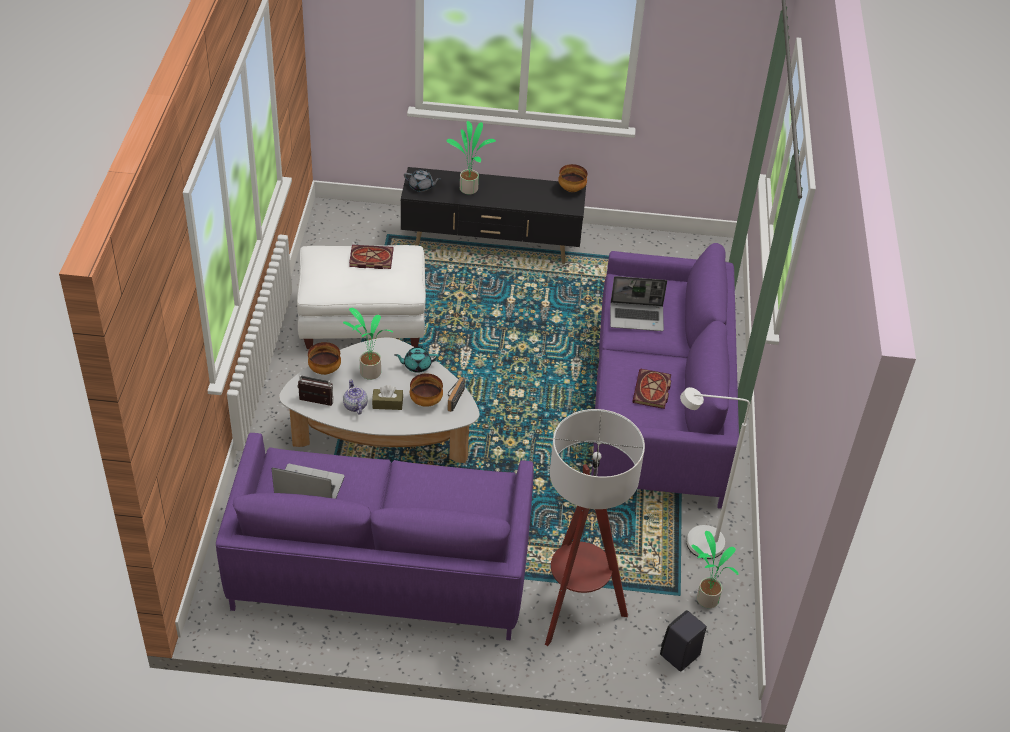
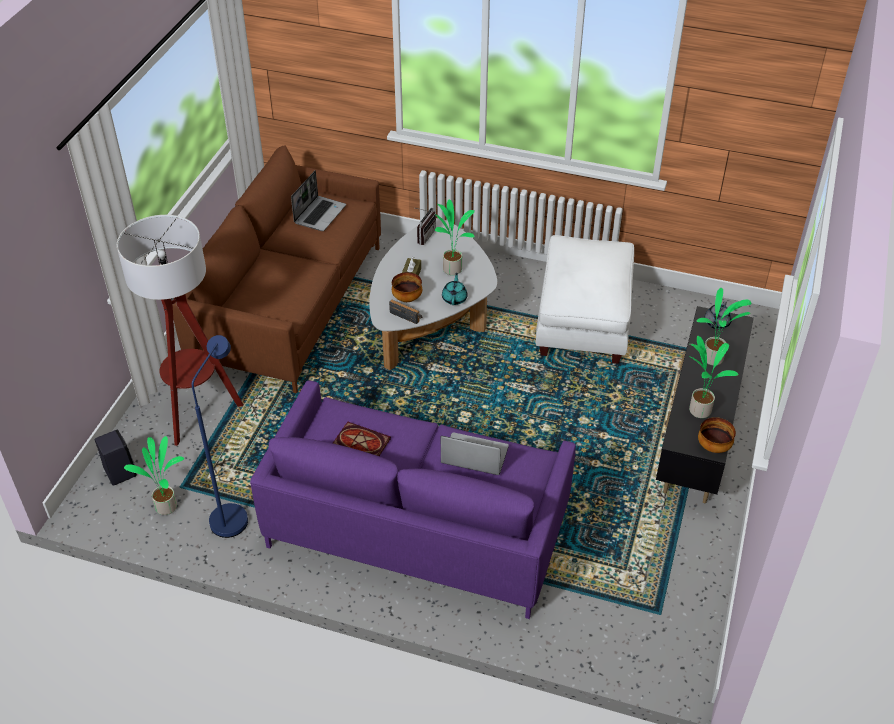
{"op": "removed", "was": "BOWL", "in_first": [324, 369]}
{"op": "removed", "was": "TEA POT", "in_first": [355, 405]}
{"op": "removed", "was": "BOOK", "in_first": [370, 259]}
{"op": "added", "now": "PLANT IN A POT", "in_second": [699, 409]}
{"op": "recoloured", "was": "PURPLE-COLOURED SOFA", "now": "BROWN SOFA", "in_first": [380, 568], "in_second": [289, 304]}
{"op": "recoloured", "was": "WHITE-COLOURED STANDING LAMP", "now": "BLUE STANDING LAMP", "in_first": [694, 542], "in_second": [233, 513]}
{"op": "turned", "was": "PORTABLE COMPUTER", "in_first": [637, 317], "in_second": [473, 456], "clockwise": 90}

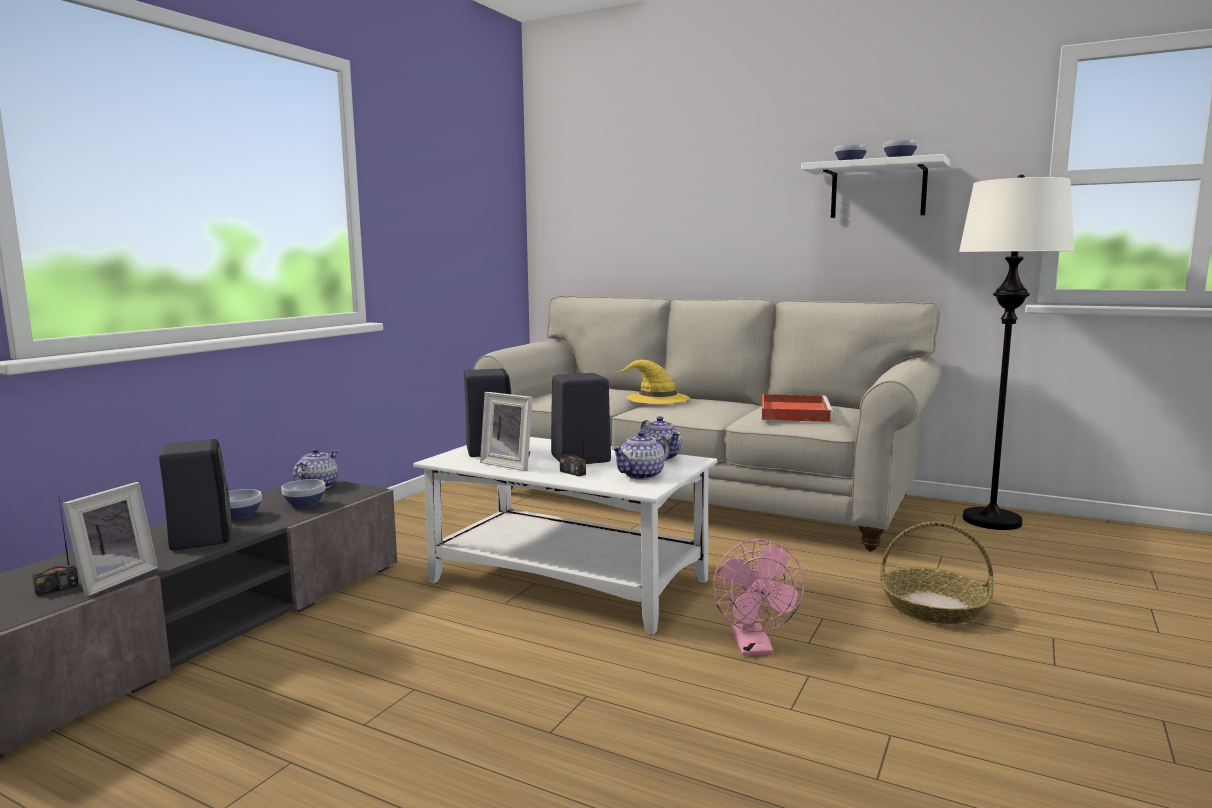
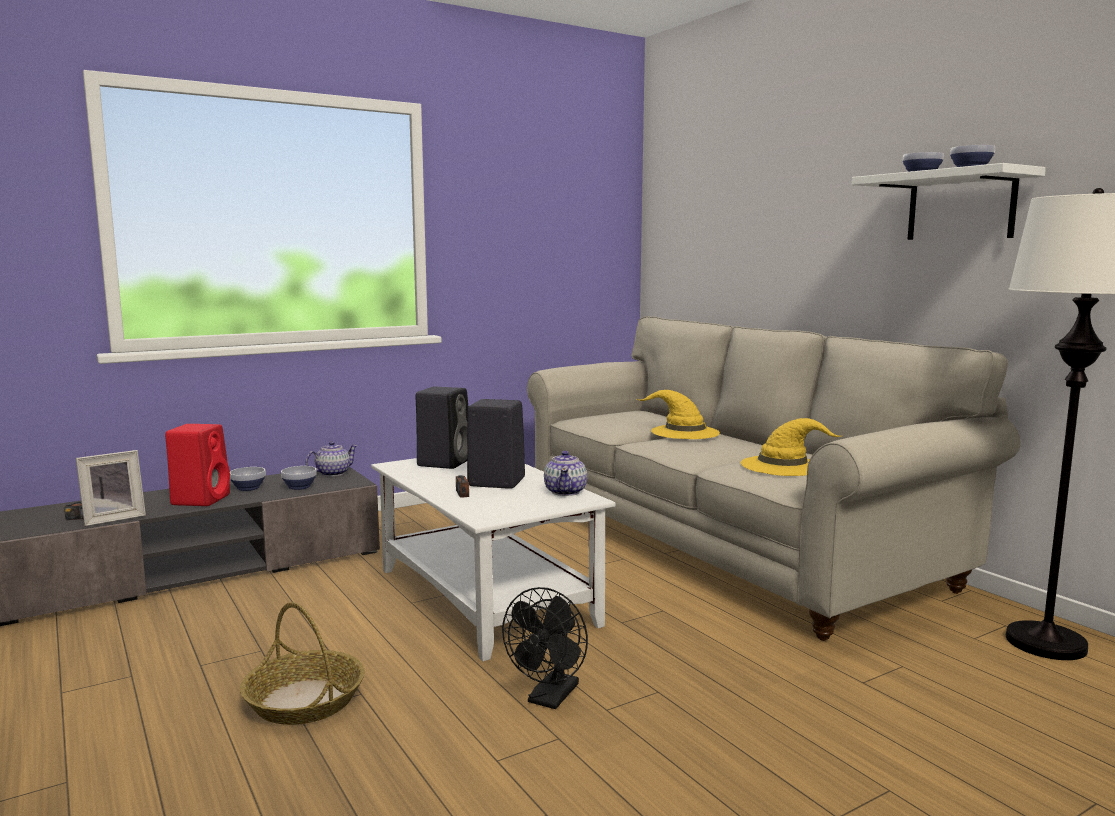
{"op": "removed", "was": "PICTURE FRAME", "in_first": [510, 464]}
{"op": "removed", "was": "TEA POT", "in_first": [642, 475]}
{"op": "moved", "was": "STORAGE BASKET", "in_first": [933, 607], "in_second": [305, 701]}
{"op": "replaced", "was": "RED-COLOURED TRAY", "now": "YELLOW-COLOURED HAT", "in_first": [793, 412], "in_second": [784, 465]}
{"op": "recoloured", "was": "BLACK-COLOURED AUDIO SPEAKER", "now": "RED-COLOURED AUDIO SPEAKER", "in_first": [200, 538], "in_second": [201, 499]}
{"op": "recoloured", "was": "PINK-COLOURED COOLING FAN", "now": "BLACK-COLOURED COOLING FAN", "in_first": [754, 648], "in_second": [550, 698]}

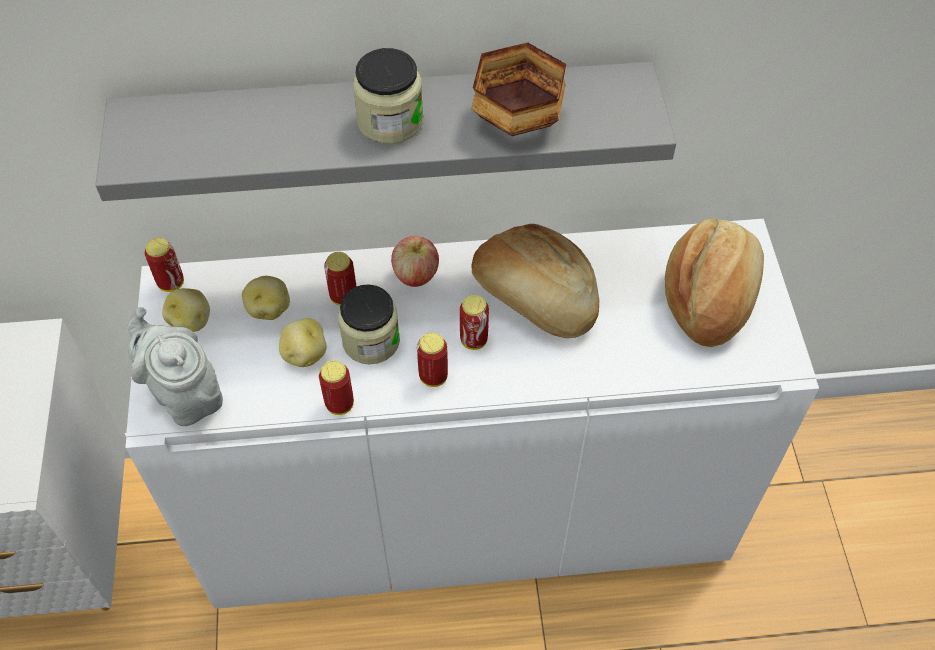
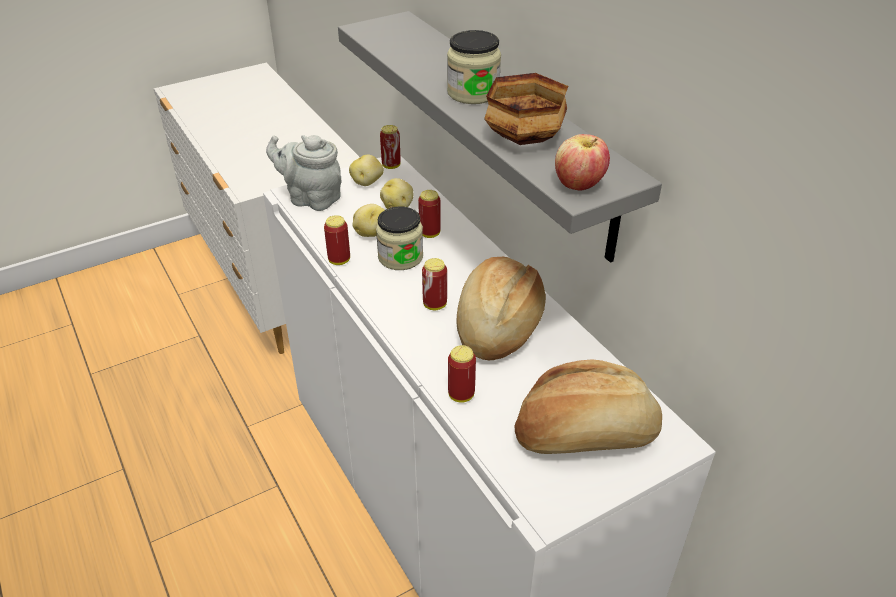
{"op": "moved", "was": "WHOLE APPLE", "in_first": [416, 276], "in_second": [579, 185]}
{"op": "moved", "was": "SEALED CAN", "in_first": [433, 377], "in_second": [461, 395]}
{"op": "turned", "was": "GREY TEA POT", "in_first": [185, 394], "in_second": [311, 198], "clockwise": -90}

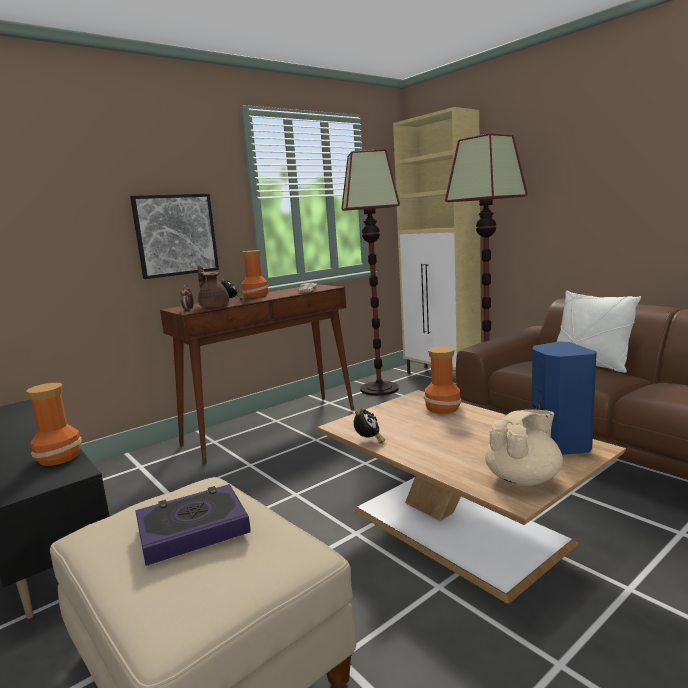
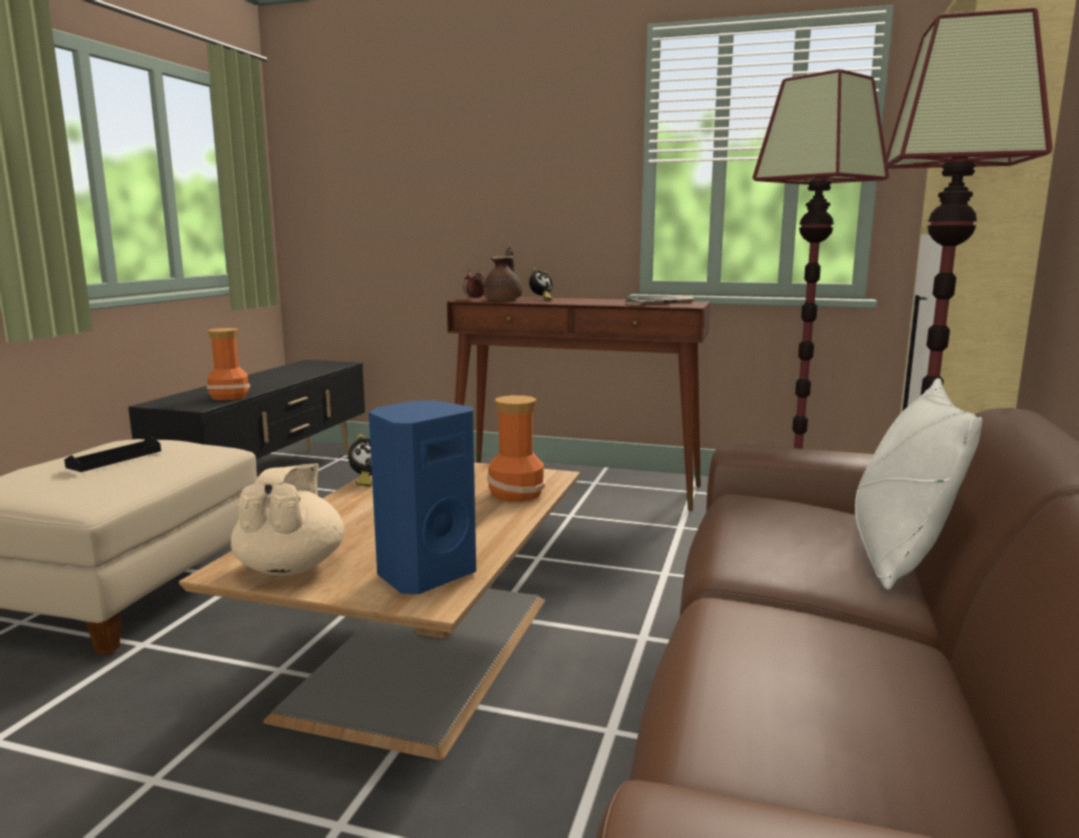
{"op": "removed", "was": "WALL ART", "in_first": [176, 235]}
{"op": "removed", "was": "FLOWER VASE", "in_first": [256, 295]}
{"op": "replaced", "was": "BOOK", "now": "BLACK-COLOURED TRAY", "in_first": [193, 529], "in_second": [115, 459]}
{"op": "turned", "was": "BEIGE TEA POT", "in_first": [523, 479], "in_second": [291, 566], "clockwise": -105}

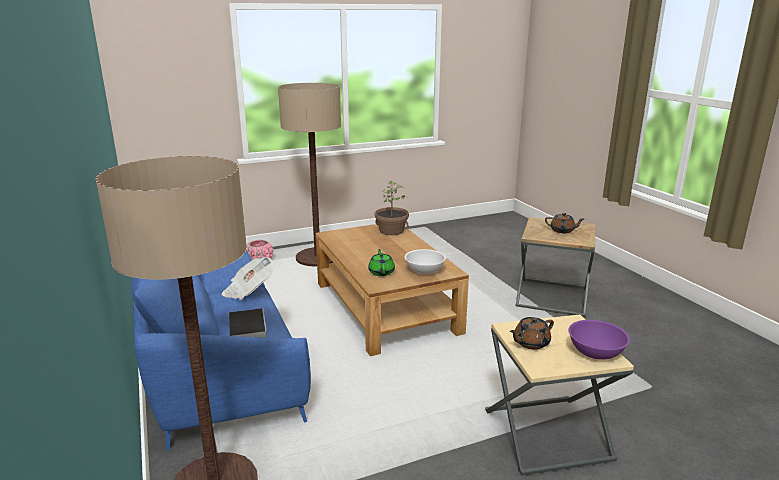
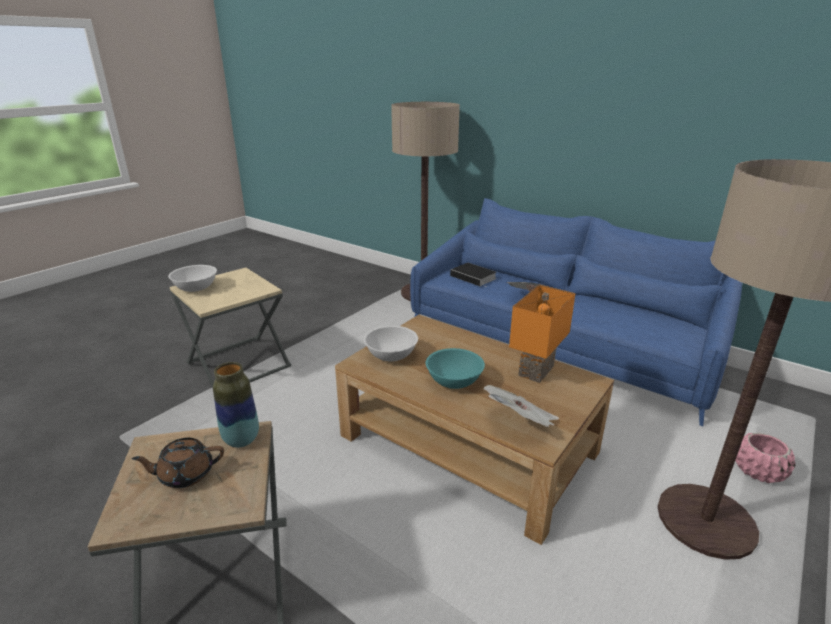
{"op": "removed", "was": "GREENISH TEA POT", "in_first": [381, 272]}
{"op": "removed", "was": "BROWN TEA POT", "in_first": [530, 343]}
{"op": "added", "now": "FLOWER VASE", "in_second": [241, 440]}
{"op": "added", "now": "TURQUOISE BOWL", "in_second": [454, 381]}
{"op": "added", "now": "ORANGE TABLETOP LAMP", "in_second": [537, 371]}
{"op": "replaced", "was": "PLANT IN A POT", "now": "PRINTED PAPER", "in_first": [391, 231], "in_second": [521, 422]}
{"op": "recoloured", "was": "PURPLE-COLOURED BOWL", "now": "WHITE-COLOURED BOWL", "in_first": [595, 352], "in_second": [196, 288]}

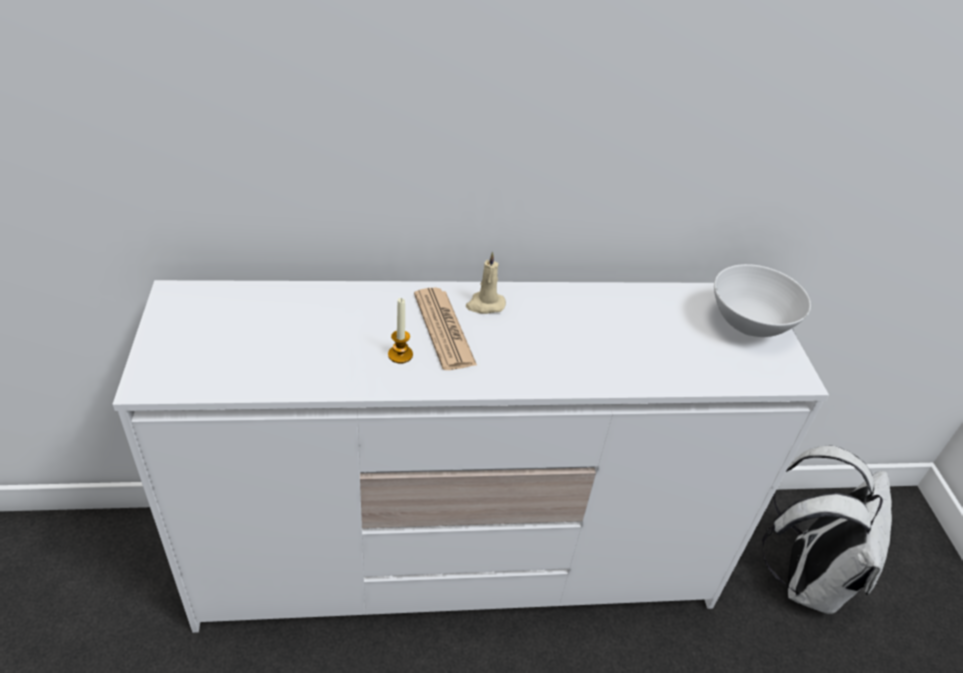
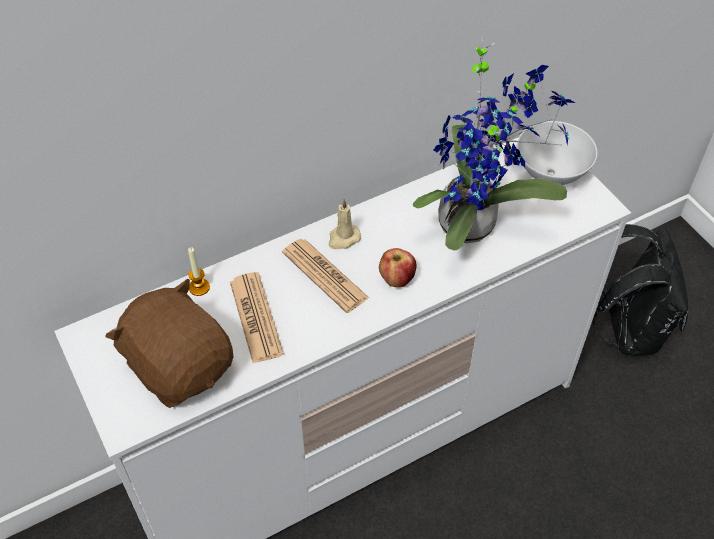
{"op": "added", "now": "BROWN CUDDLY TOY", "in_second": [180, 366]}
{"op": "added", "now": "PRINTED PAPER", "in_second": [256, 317]}
{"op": "added", "now": "WHOLE APPLE", "in_second": [397, 279]}
{"op": "added", "now": "PLANT IN A POT", "in_second": [474, 224]}
{"op": "moved", "was": "WAX LIGHT", "in_first": [400, 355], "in_second": [199, 287]}
{"op": "recoloured", "was": "WHITE-COLOURED RUCKSACK", "now": "BLACK-COLOURED RUCKSACK", "in_first": [805, 576], "in_second": [626, 330]}

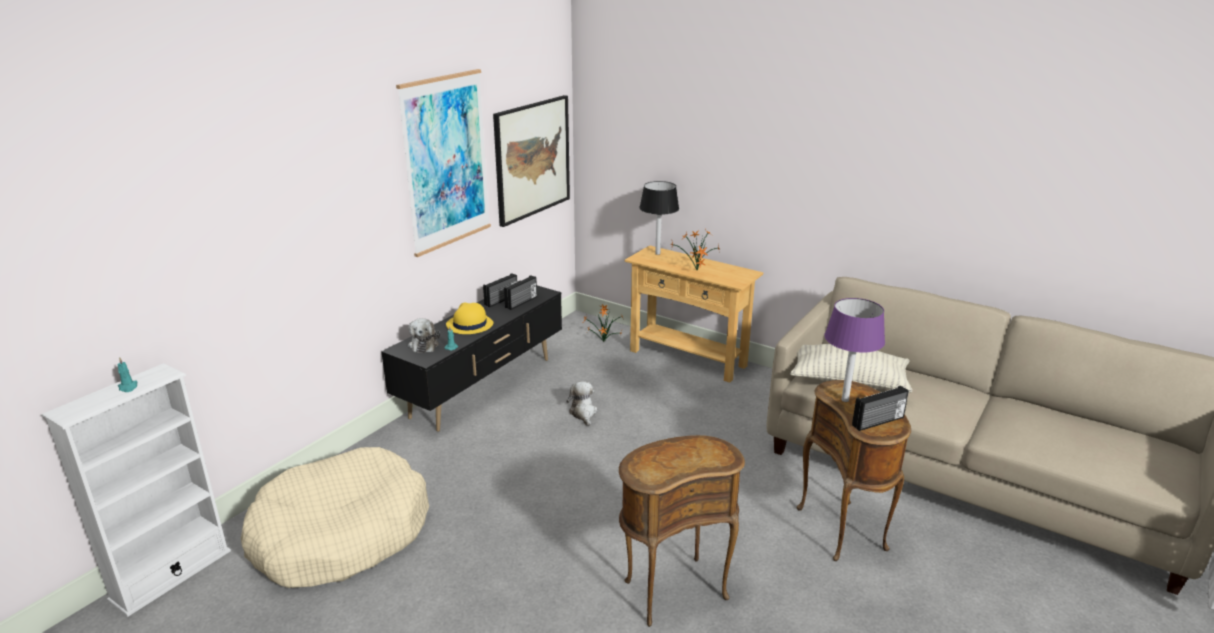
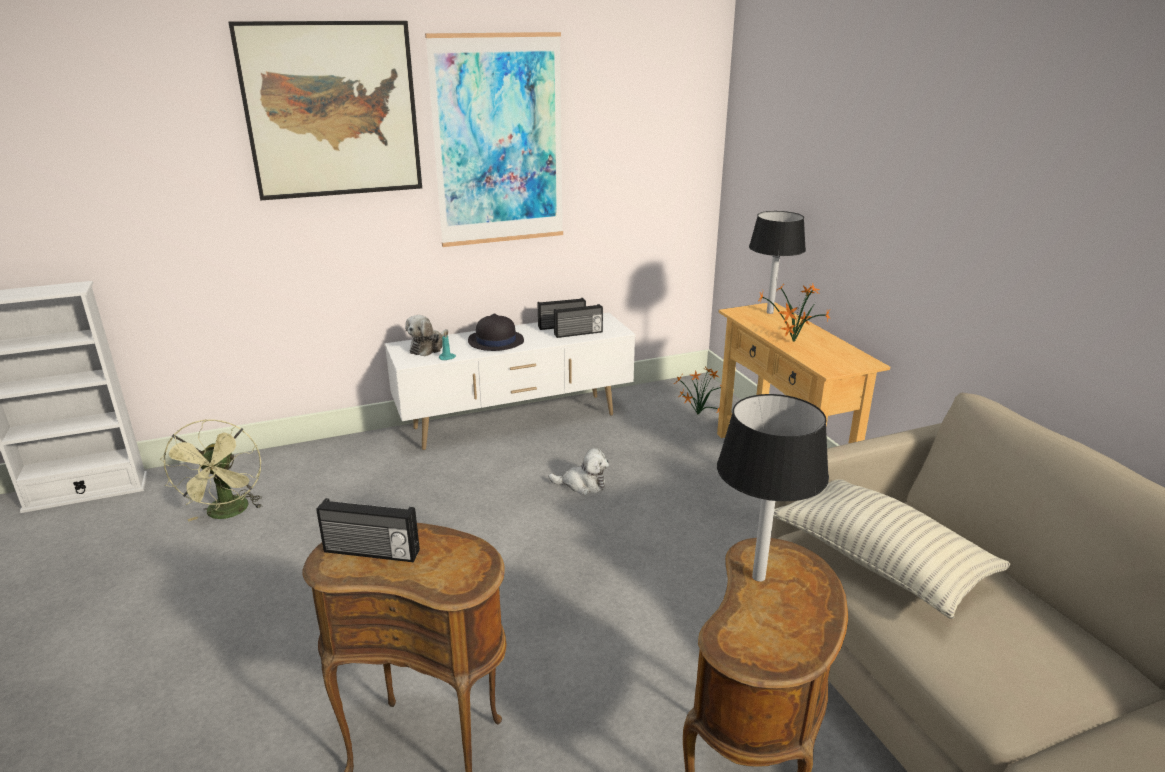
{"op": "removed", "was": "TURQUOISE WAX LIGHT", "in_first": [128, 387]}
{"op": "moved", "was": "WALL ART", "in_first": [532, 159], "in_second": [332, 110]}
{"op": "moved", "was": "RADIO", "in_first": [878, 422], "in_second": [371, 552]}
{"op": "replaced", "was": "BEIGE DOG BED", "now": "GREENISH COOLING FAN", "in_first": [340, 534], "in_second": [228, 513]}
{"op": "recoloured", "was": "BLACK-COLOURED MEDIA CONSOLE", "now": "WHITE-COLOURED MEDIA CONSOLE", "in_first": [483, 388], "in_second": [516, 422]}
{"op": "recoloured", "was": "YELLOW-COLOURED HAT", "now": "BLACK-COLOURED HAT", "in_first": [469, 325], "in_second": [495, 341]}
{"op": "recoloured", "was": "PURPLE-COLOURED TABLETOP LAMP", "now": "BLACK-COLOURED TABLETOP LAMP", "in_first": [844, 400], "in_second": [758, 577]}
{"op": "turned", "was": "CUDDLY TOY", "in_first": [583, 413], "in_second": [582, 484], "clockwise": 75}

